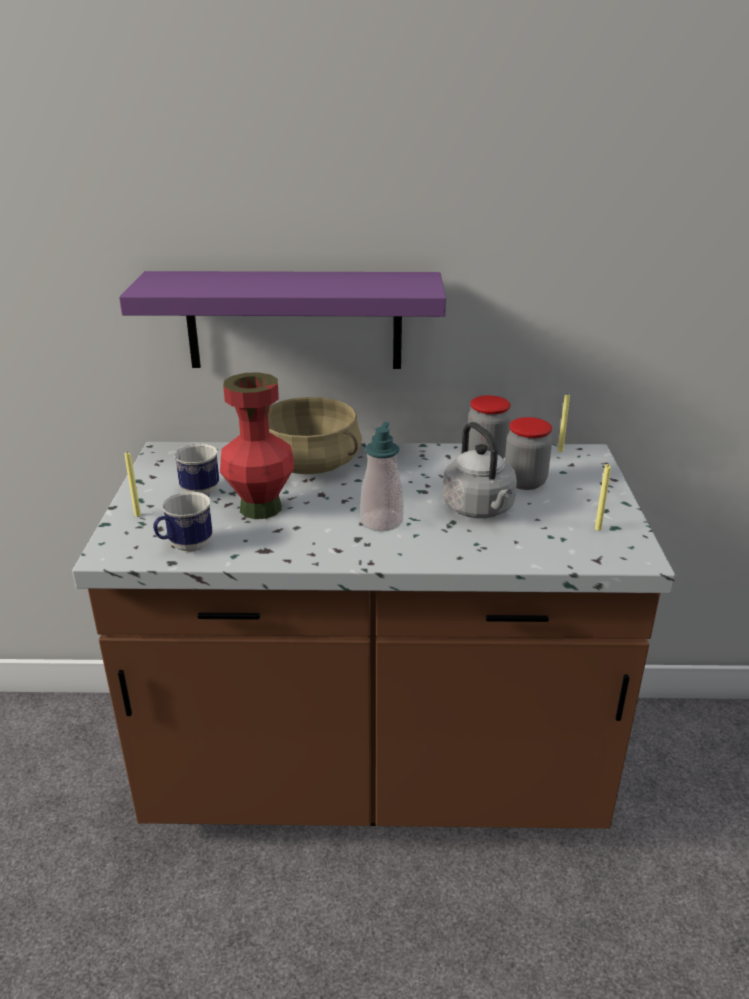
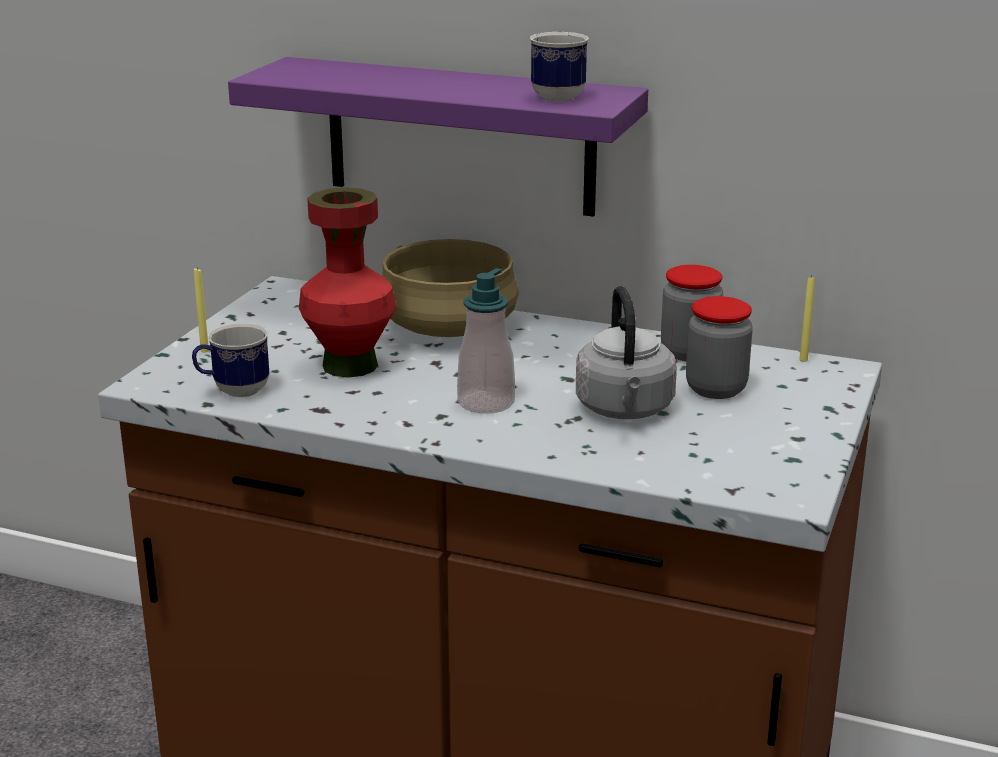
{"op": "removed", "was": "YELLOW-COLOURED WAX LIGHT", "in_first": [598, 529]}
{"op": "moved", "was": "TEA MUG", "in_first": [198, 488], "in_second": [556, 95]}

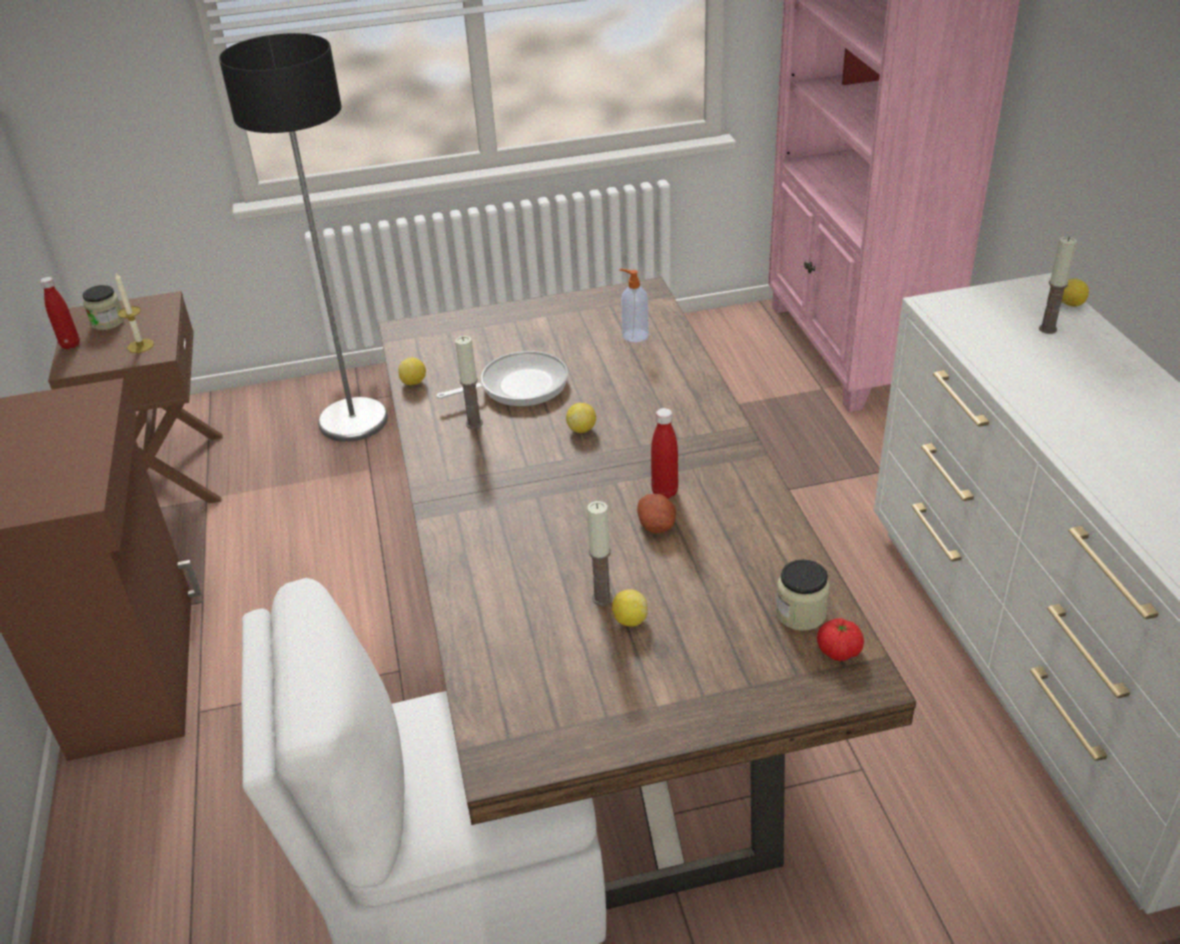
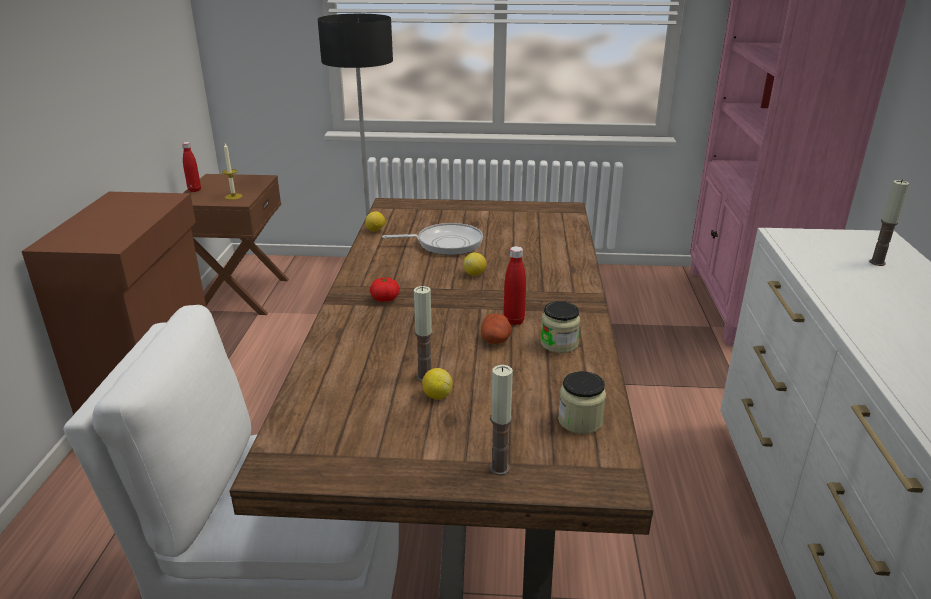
{"op": "removed", "was": "SOAP DISPENSER", "in_first": [634, 335]}
{"op": "removed", "was": "LEMON", "in_first": [1070, 305]}
{"op": "moved", "was": "JAR", "in_first": [108, 322], "in_second": [559, 344]}
{"op": "moved", "was": "WAX LIGHT", "in_first": [474, 423], "in_second": [499, 468]}
{"op": "moved", "was": "WHOLE TOMATO", "in_first": [838, 651], "in_second": [385, 299]}

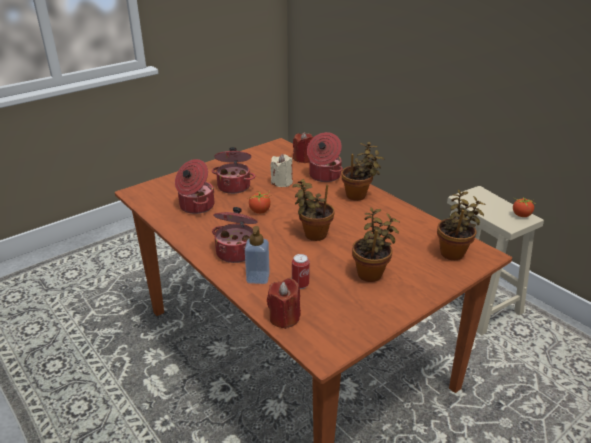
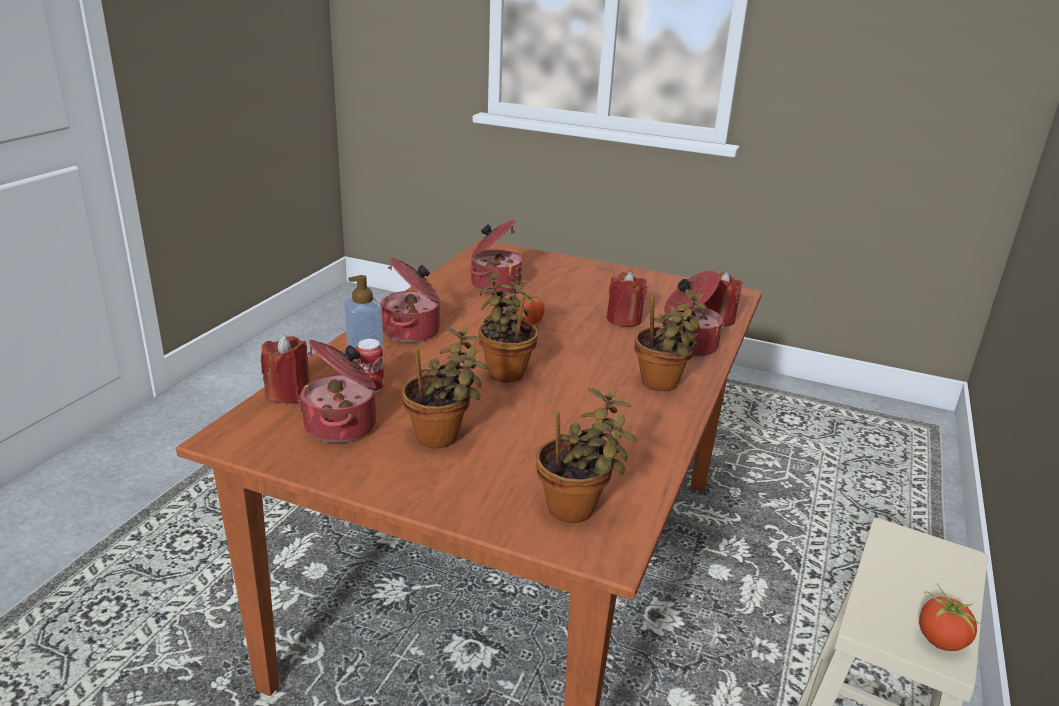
{"op": "moved", "was": "COOKING POT", "in_first": [234, 186], "in_second": [343, 426]}
{"op": "recoloured", "was": "BEIGE WAX LIGHT", "now": "RED-COLOURED WAX LIGHT", "in_first": [282, 182], "in_second": [624, 320]}

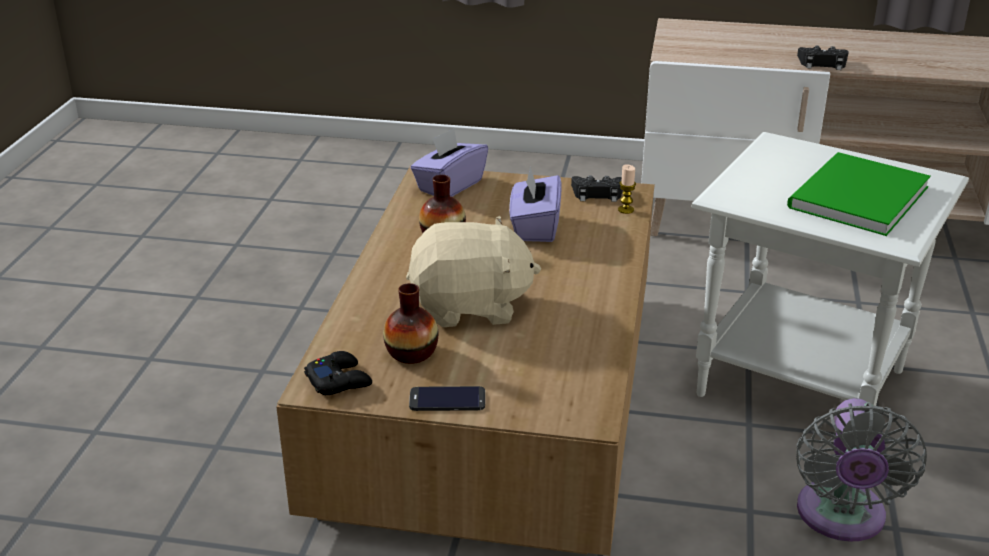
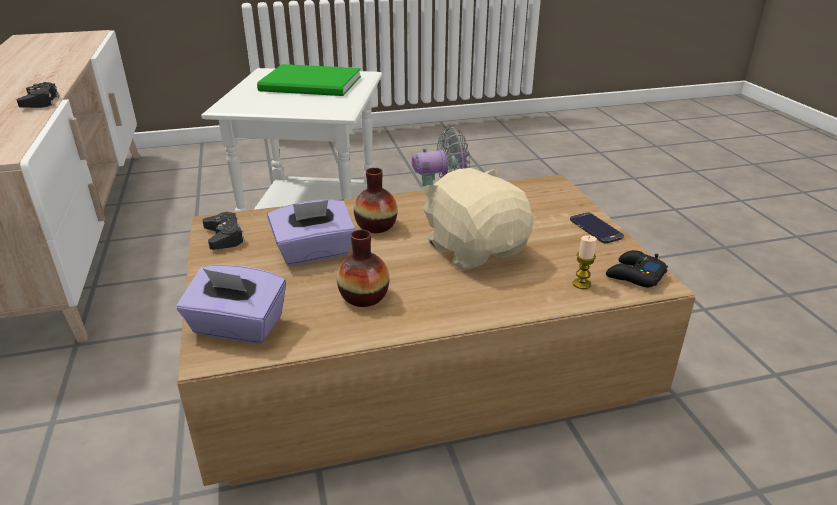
{"op": "moved", "was": "FLOWER VASE", "in_first": [411, 353], "in_second": [376, 226]}
{"op": "moved", "was": "WAX LIGHT", "in_first": [626, 210], "in_second": [581, 284]}

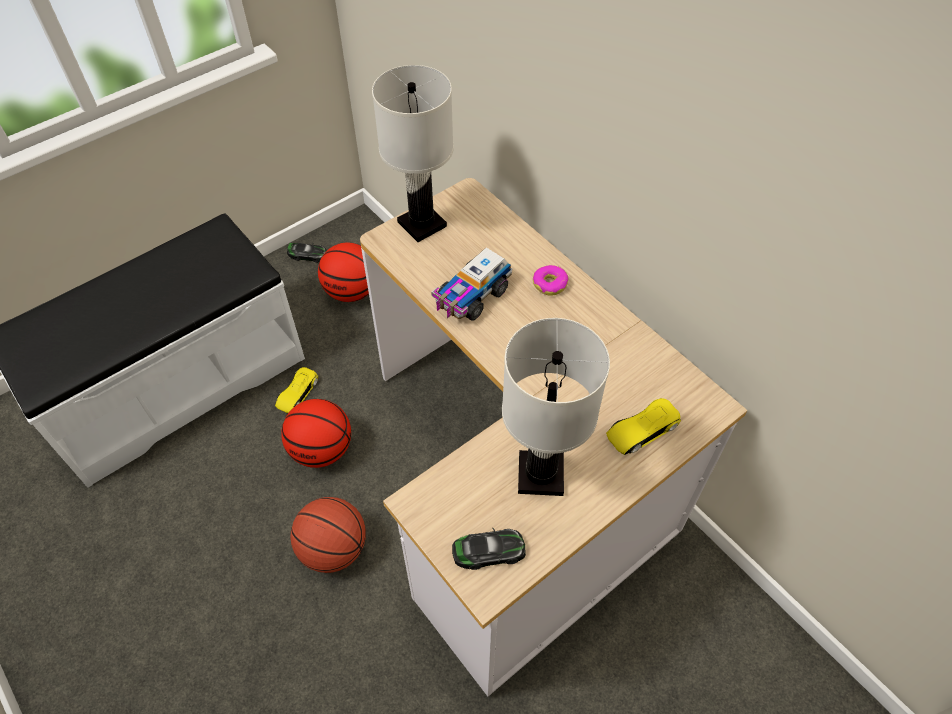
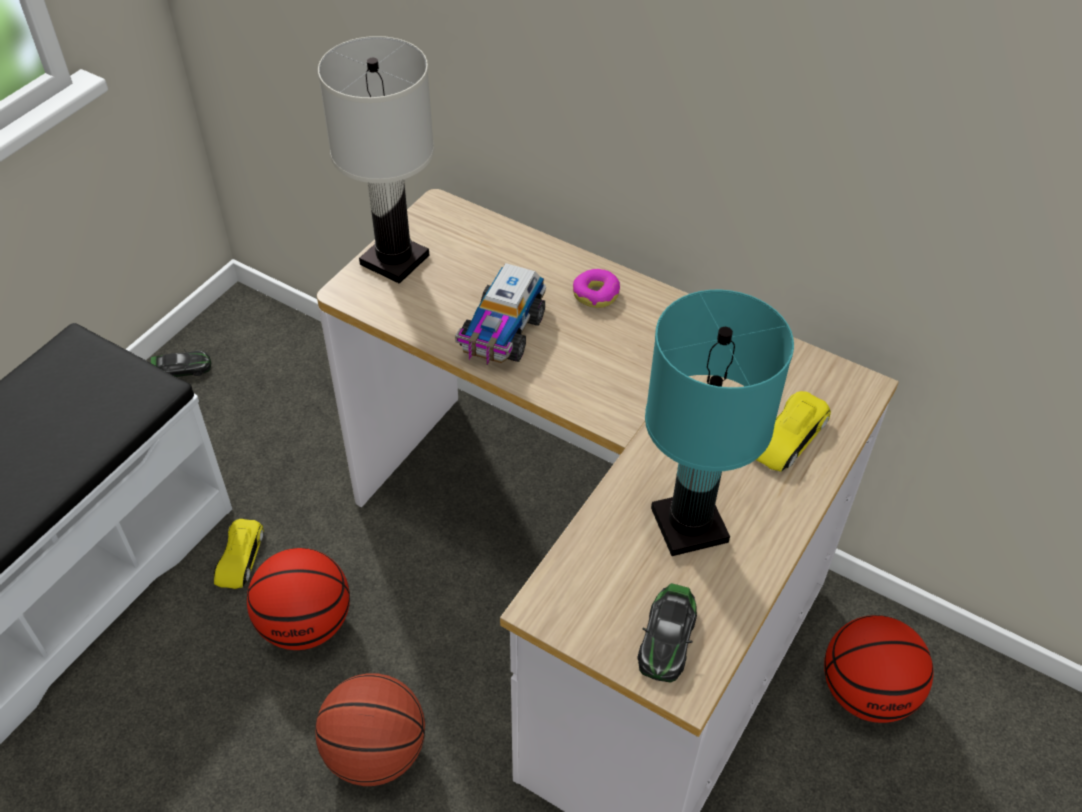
{"op": "moved", "was": "BASKETBALL", "in_first": [351, 291], "in_second": [866, 692]}
{"op": "recoloured", "was": "WHITE-COLOURED TABLETOP LAMP", "now": "TURQUOISE TABLETOP LAMP", "in_first": [541, 474], "in_second": [690, 524]}
{"op": "turned", "was": "MINIATURE CAR", "in_first": [488, 551], "in_second": [667, 637], "clockwise": 135}

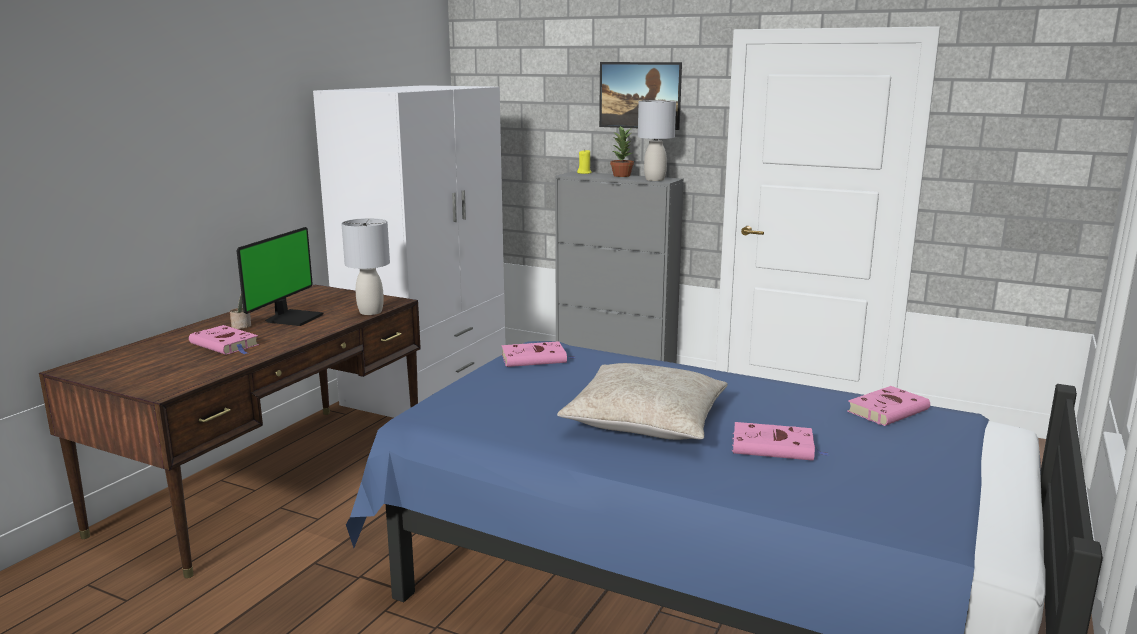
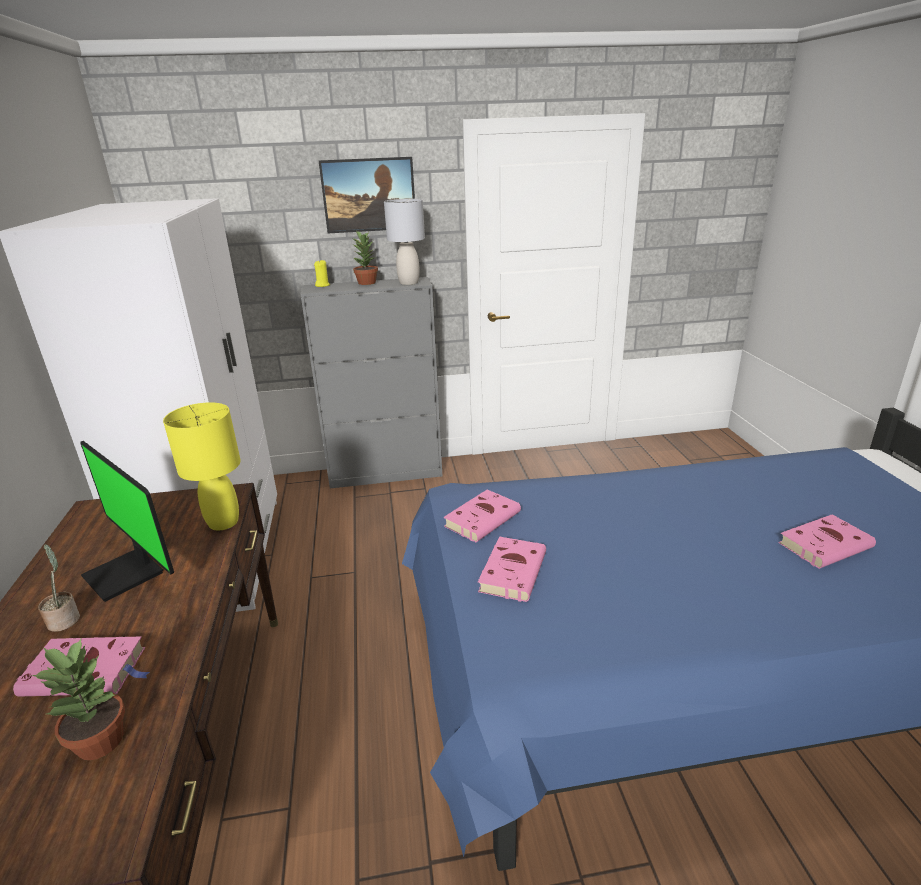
{"op": "removed", "was": "BEIGE CUSHION", "in_first": [646, 419]}
{"op": "added", "now": "PLANT IN A POT", "in_second": [100, 740]}
{"op": "moved", "was": "PINK-COLOURED BOOK", "in_first": [889, 410], "in_second": [513, 571]}
{"op": "recoloured", "was": "GREY TABLETOP LAMP", "now": "YELLOW-COLOURED TABLETOP LAMP", "in_first": [370, 312], "in_second": [223, 522]}
{"op": "turned", "was": "MONITOR", "in_first": [293, 318], "in_second": [127, 573], "clockwise": 150}

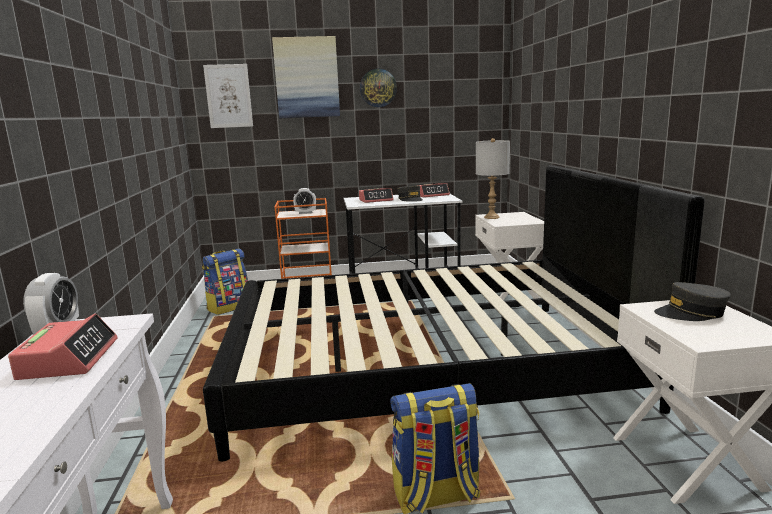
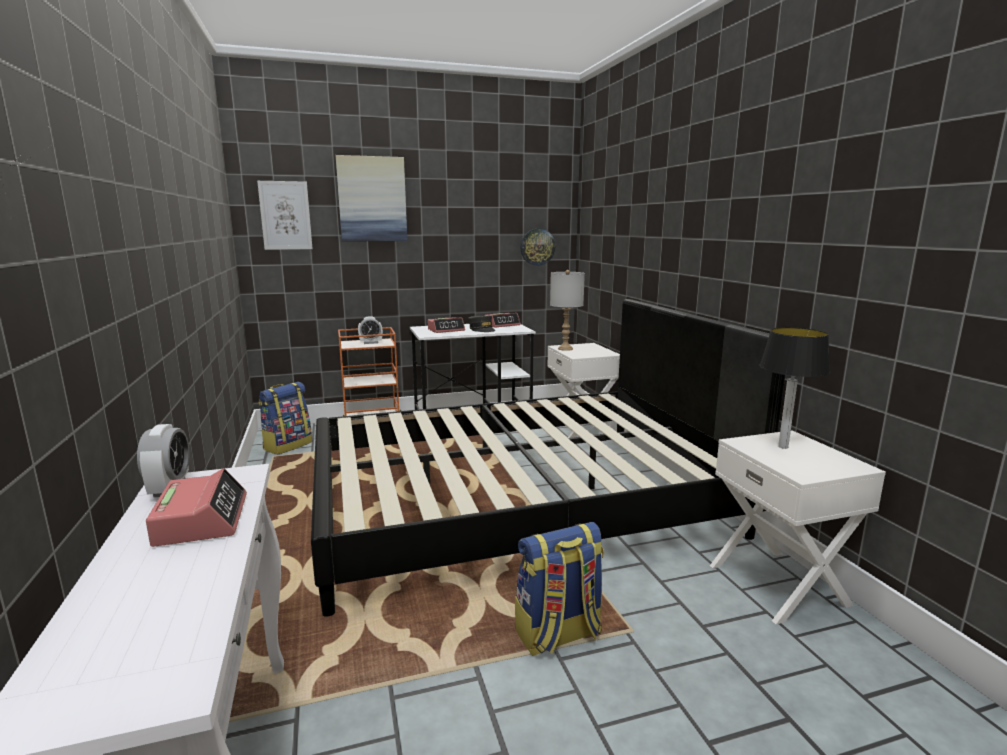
{"op": "moved", "was": "CLOCK ON THE WALL", "in_first": [378, 88], "in_second": [537, 247]}
{"op": "replaced", "was": "GREY PEAKED CAP", "now": "TABLETOP LAMP", "in_first": [691, 313], "in_second": [784, 447]}

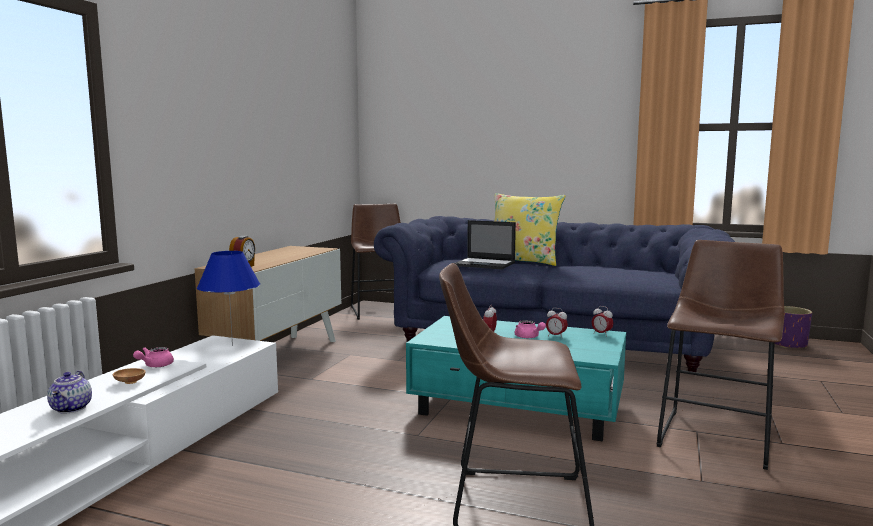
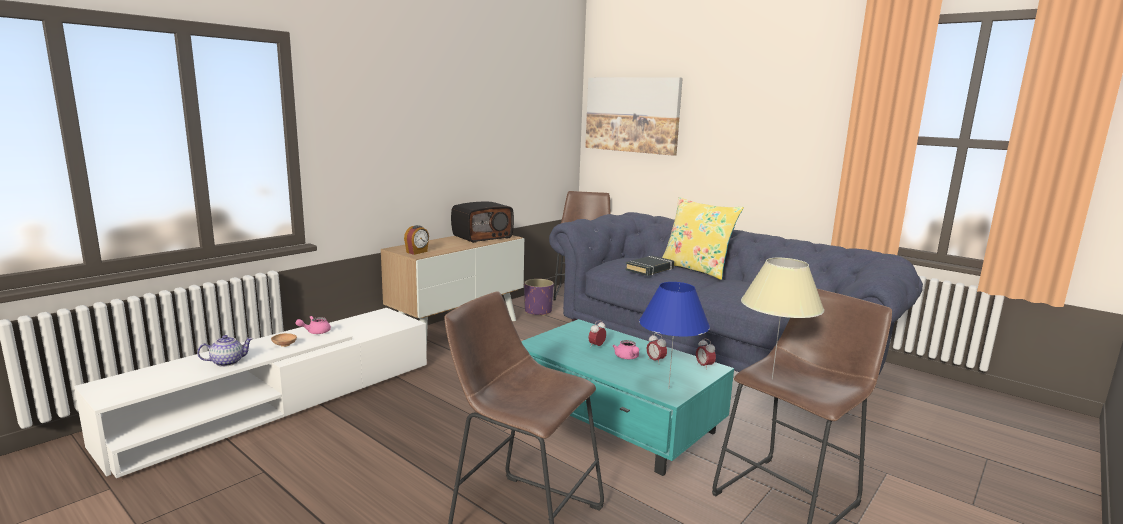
{"op": "added", "now": "RADIO", "in_second": [482, 236]}
{"op": "added", "now": "WALL ART", "in_second": [632, 115]}
{"op": "added", "now": "BEIGE TABLETOP LAMP", "in_second": [772, 379]}
{"op": "moved", "was": "BLUE TABLETOP LAMP", "in_first": [232, 345], "in_second": [668, 388]}
{"op": "moved", "was": "PURPLE-COLOURED PLANT POT", "in_first": [789, 344], "in_second": [538, 311]}
{"op": "replaced", "was": "PORTABLE COMPUTER", "now": "BLACK-COLOURED BOOK", "in_first": [485, 264], "in_second": [650, 269]}
{"op": "turned", "was": "TEA POT", "in_first": [72, 408], "in_second": [227, 362], "clockwise": -135}

